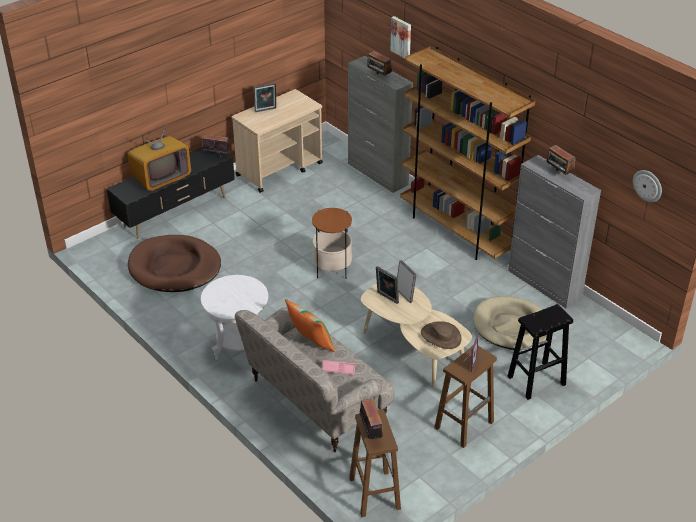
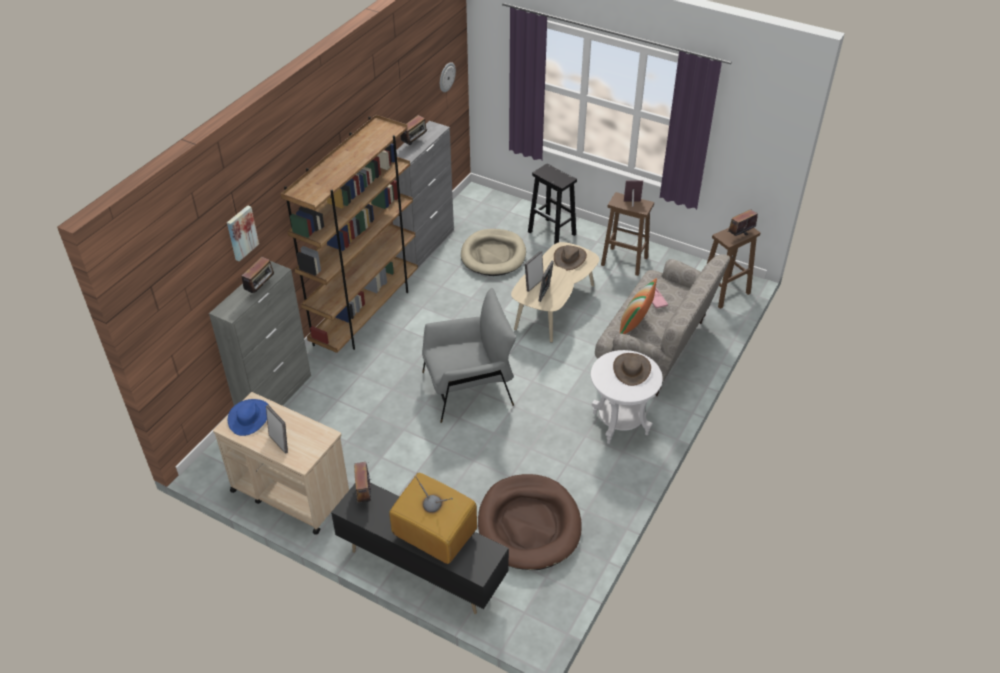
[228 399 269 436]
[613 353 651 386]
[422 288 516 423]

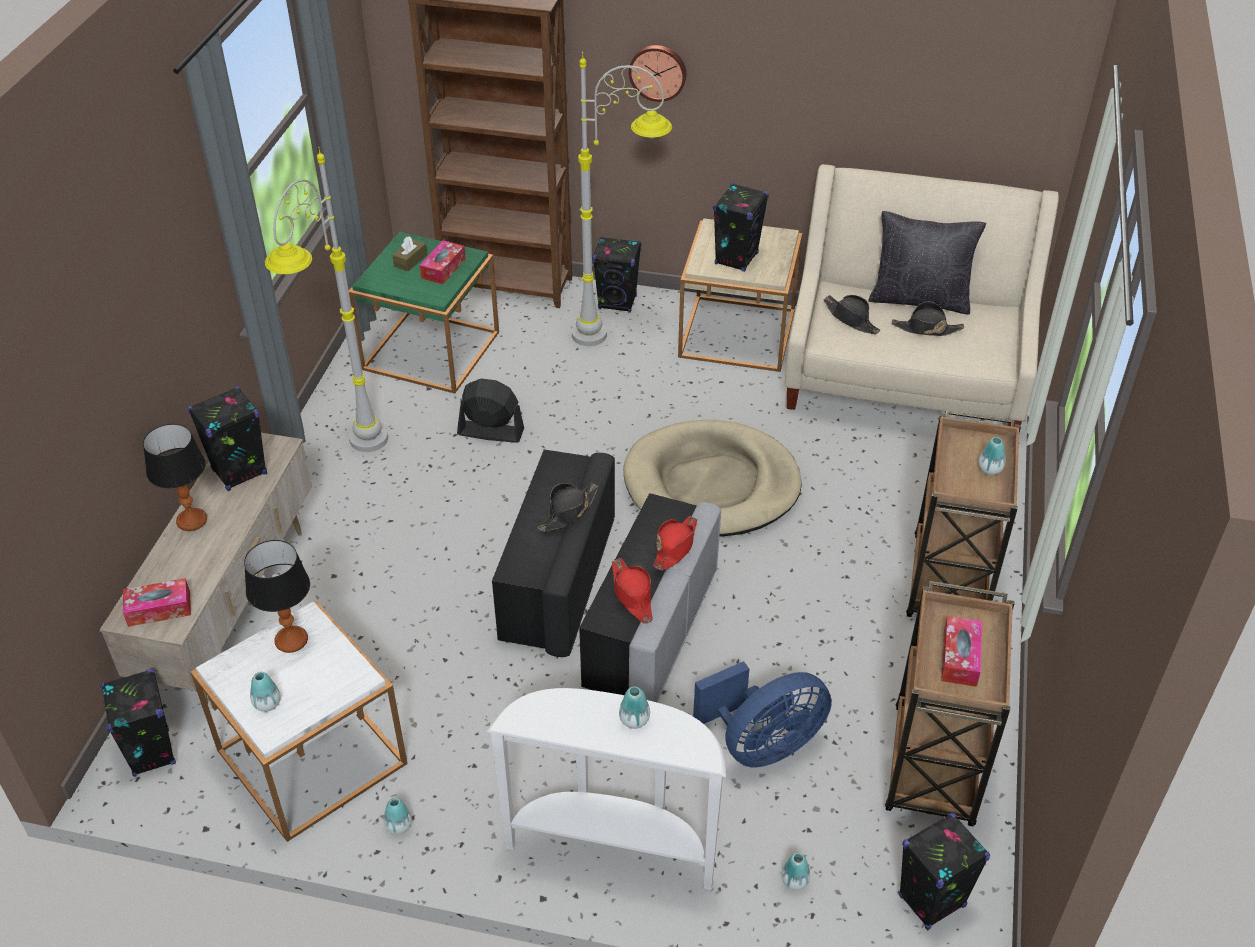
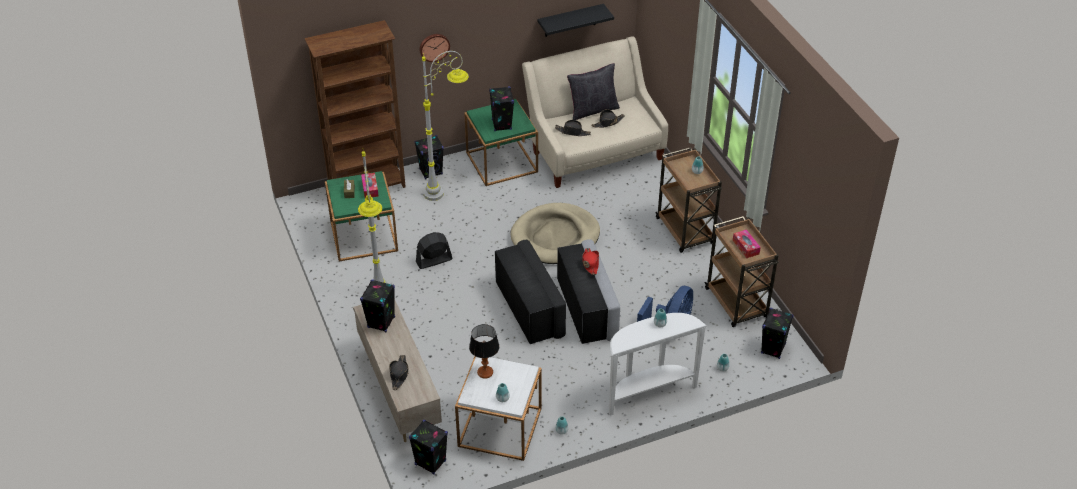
[123 578 191 627] (first image)
[143 424 207 531] (first image)
[612 558 653 624] (first image)
[537 4 614 37]
[389 355 408 390]
[464 99 538 186]

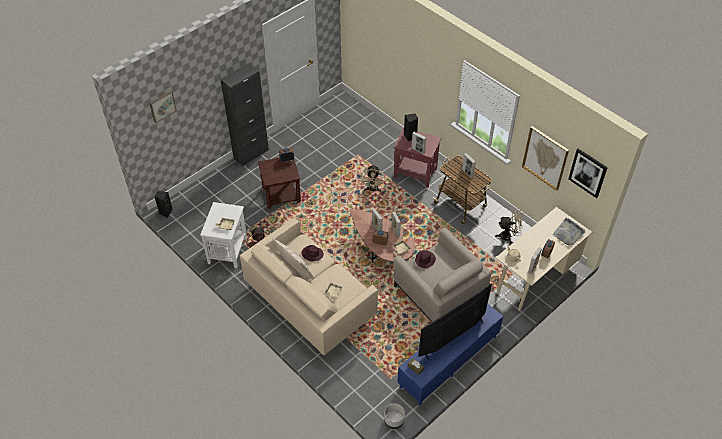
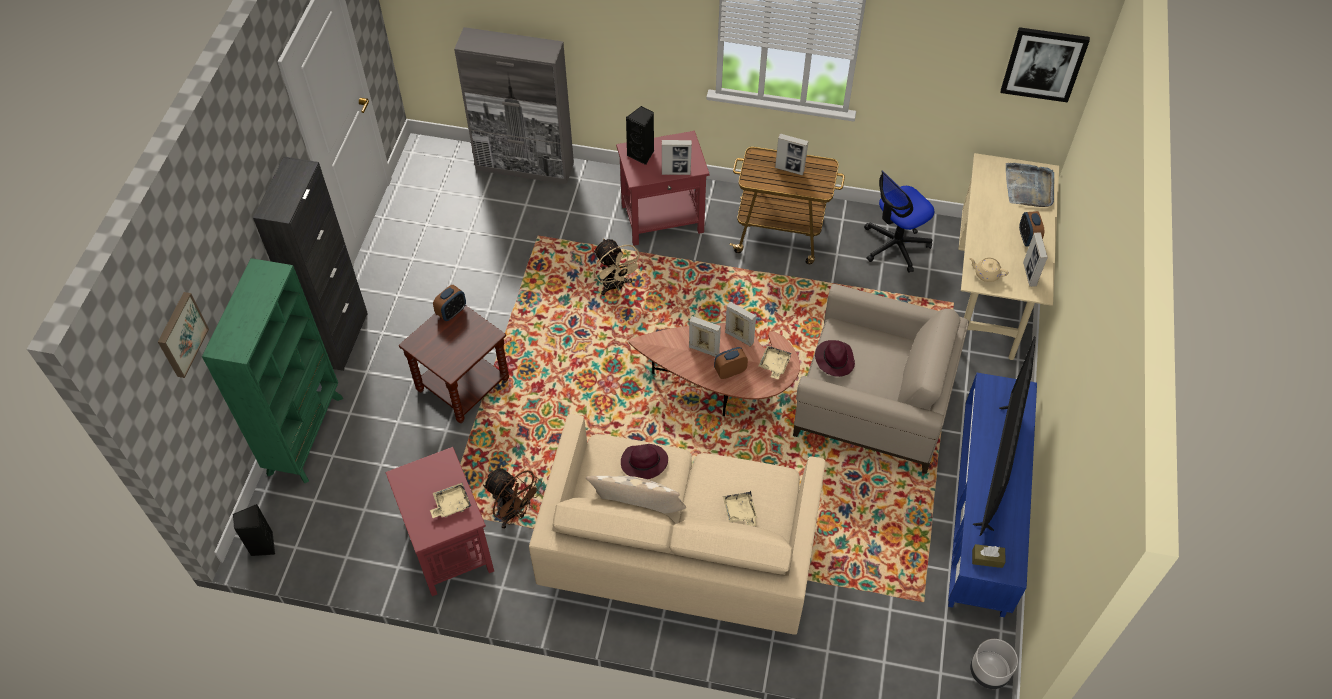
[522 126 569 191] (first image)
[202 258 343 483]
[454 27 574 184]
[864 171 934 273]
[385 447 494 596]

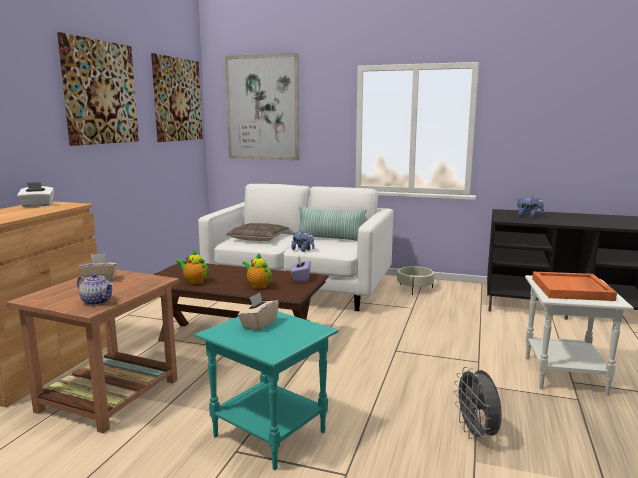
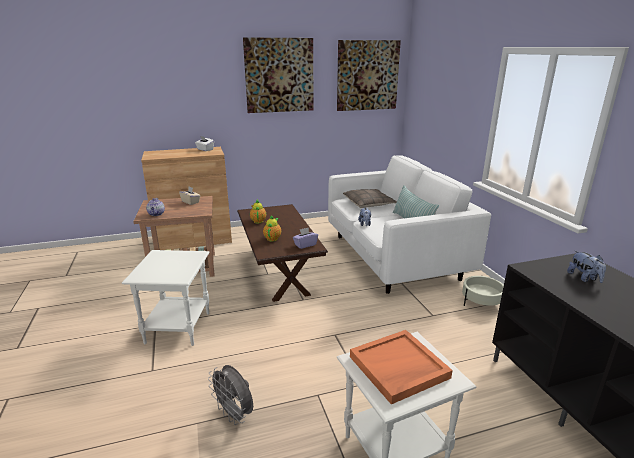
[225 53 299 160] (first image)
[238 293 279 331] (first image)
[122 250 210 346]
[208 365 253 425]

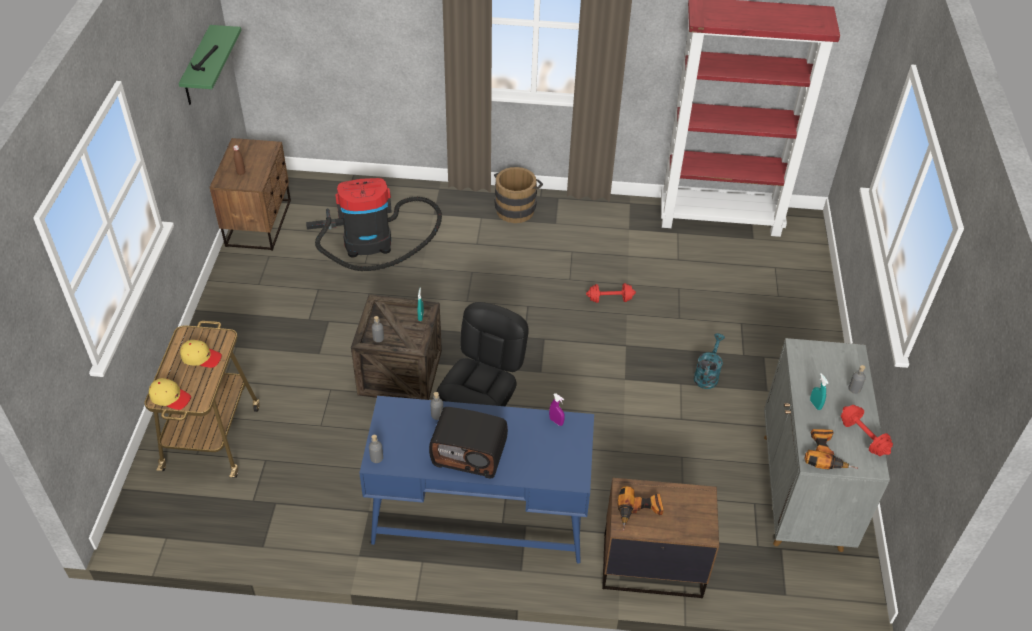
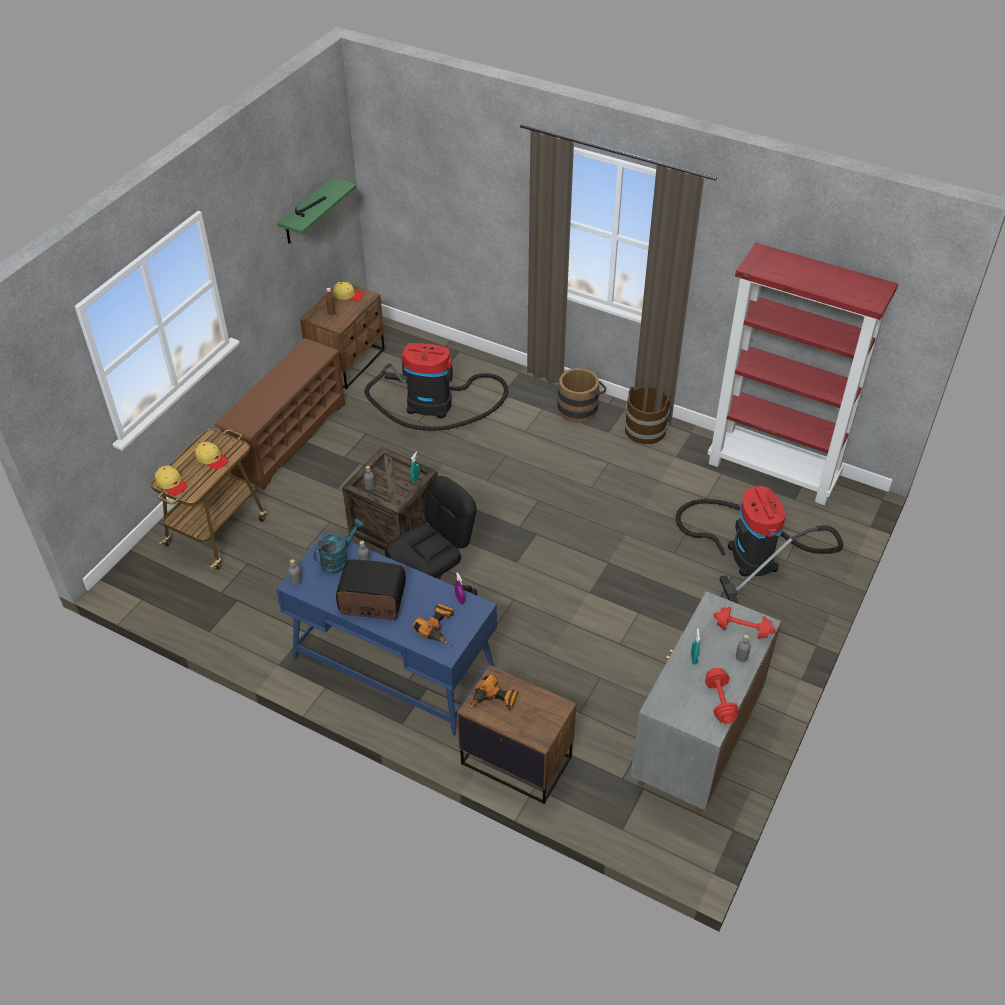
[214 338 345 490]
[333 282 363 301]
[625 386 670 444]
[676 486 843 604]
[714 607 776 639]
[314 519 364 573]
[413 603 454 646]
[336 559 406 620]

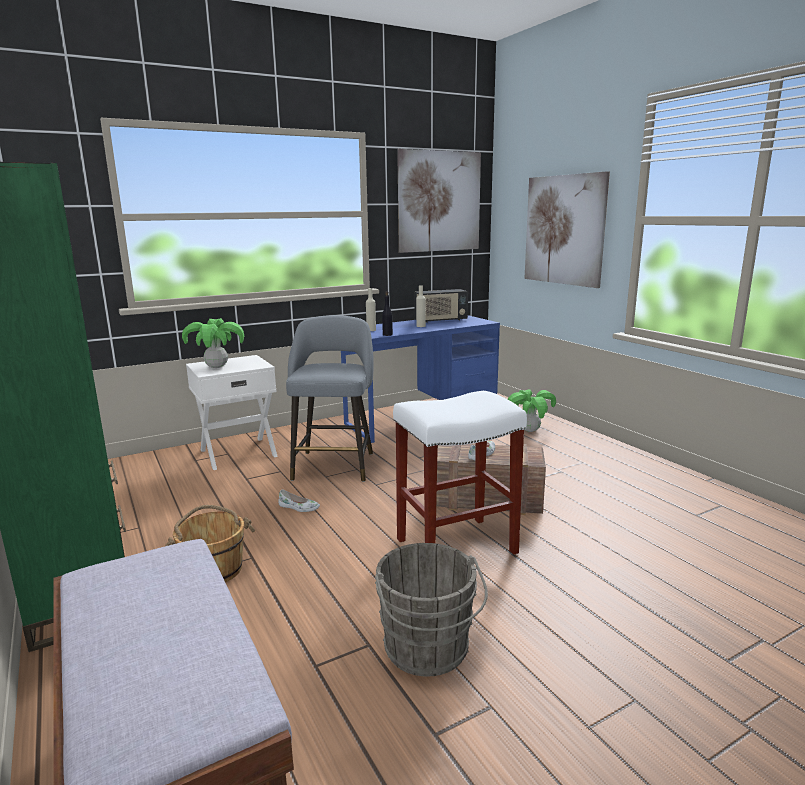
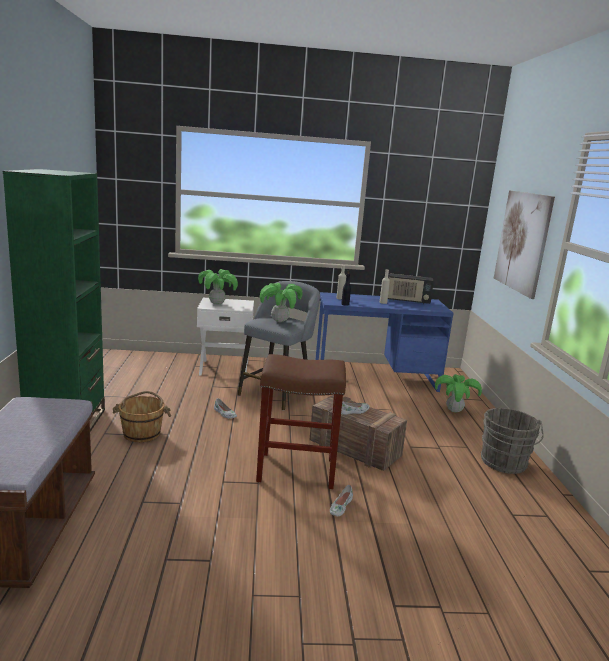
[397 149 481 253] (first image)
[260 283 303 322]
[330 485 353 516]
[481 408 544 474]
[256 354 346 489]

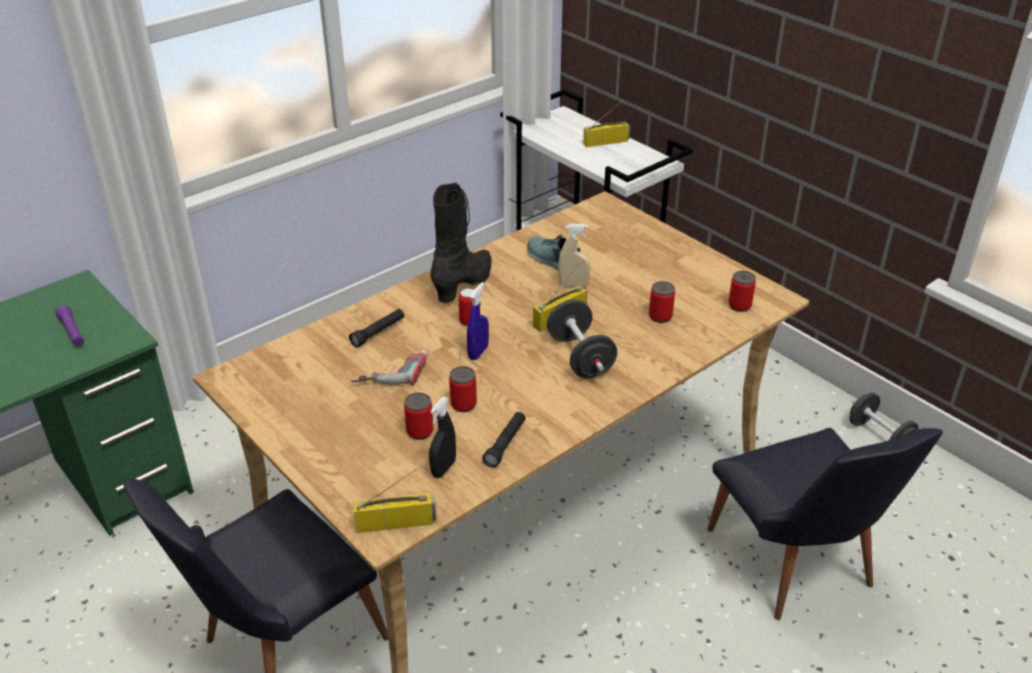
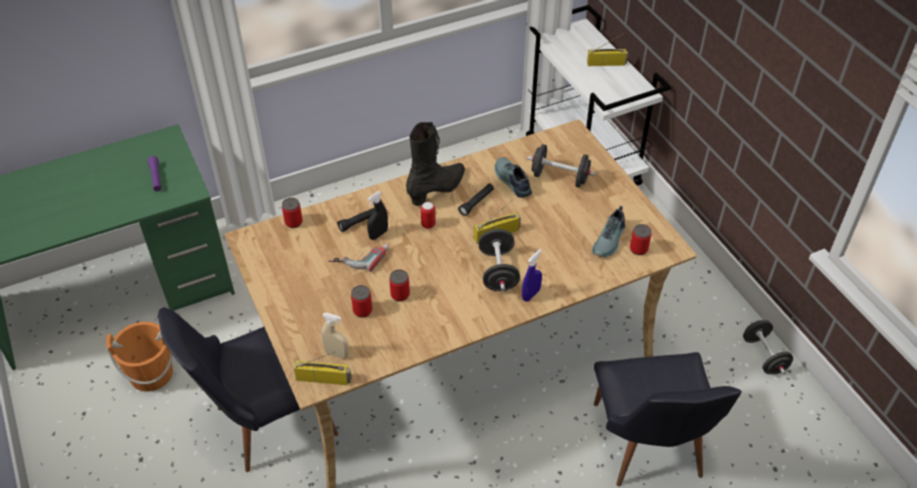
[106 322 173 392]
[527 144 596 188]
[592 206 625 257]
[367 191 388 240]
[522 249 542 302]
[458 184 494 216]
[321 313 349 359]
[282 198 303 228]

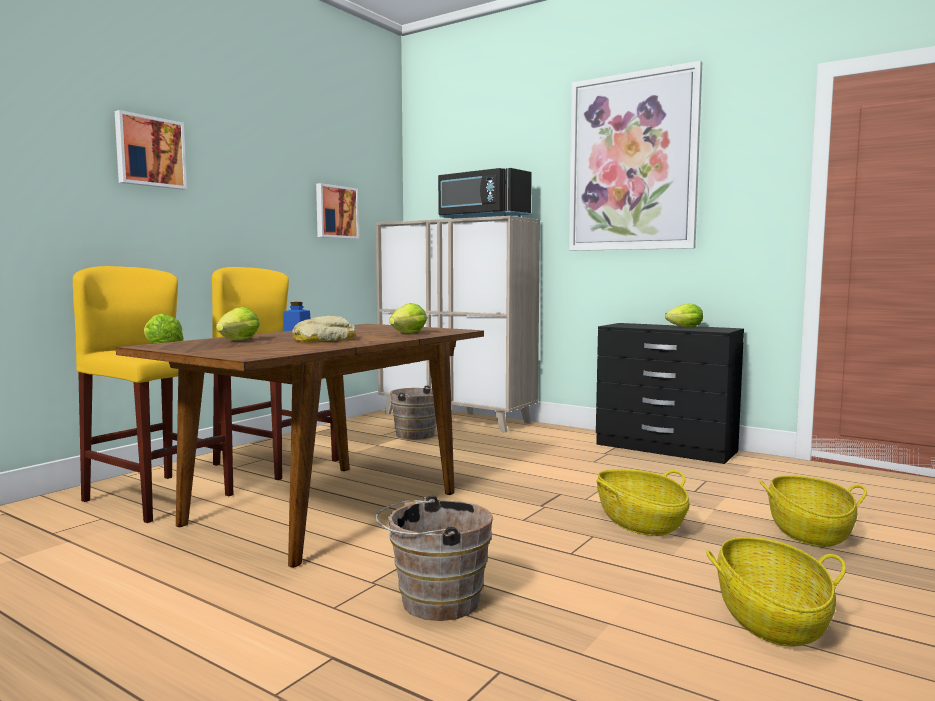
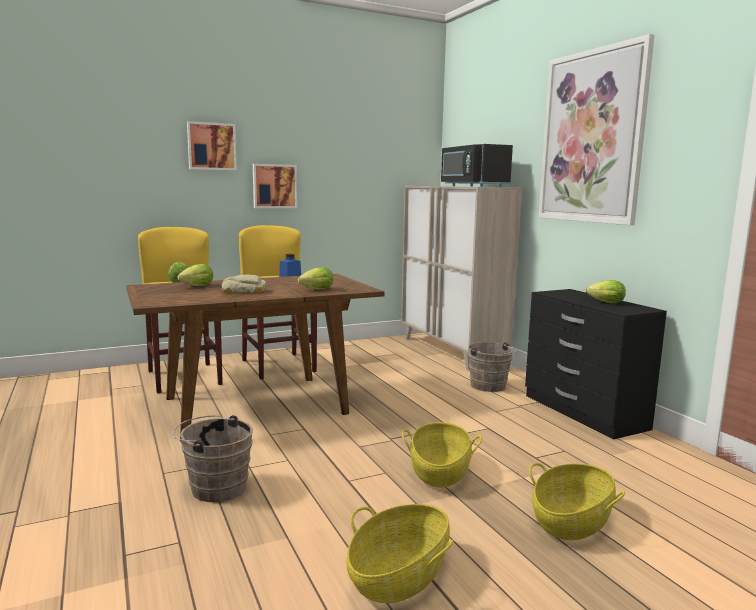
[253 164 297 208]
[468 342 517 392]

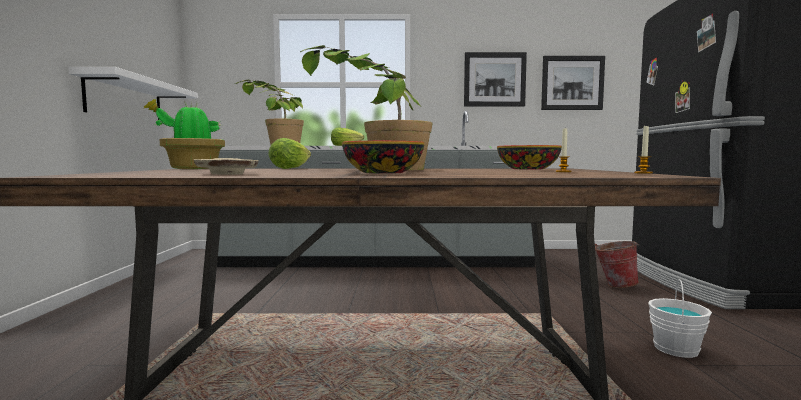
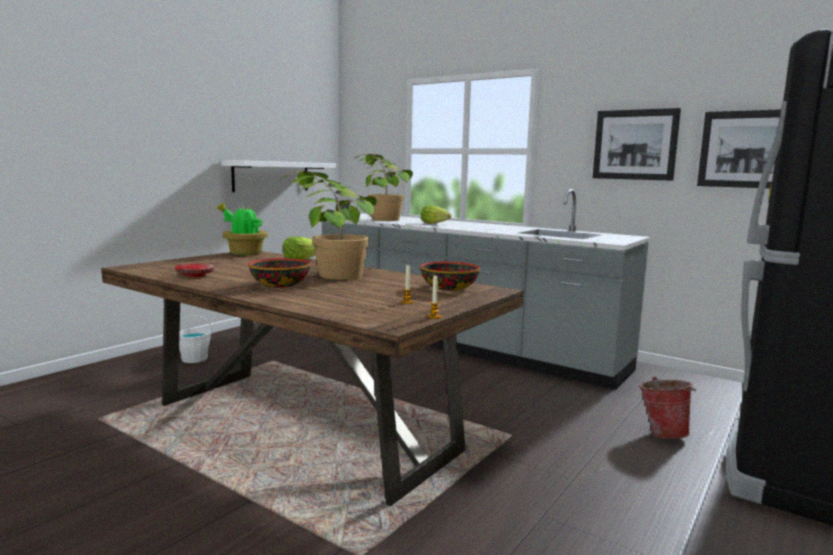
[179 316 212 363]
[175 264 215 277]

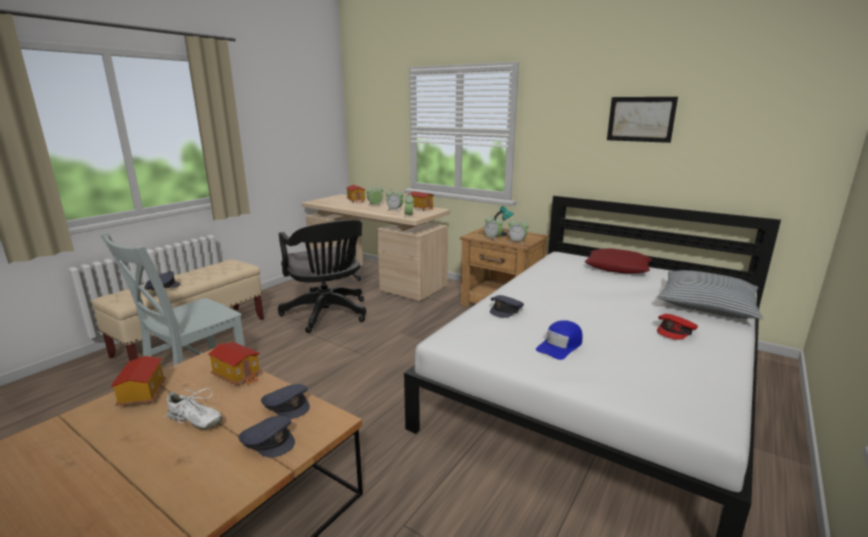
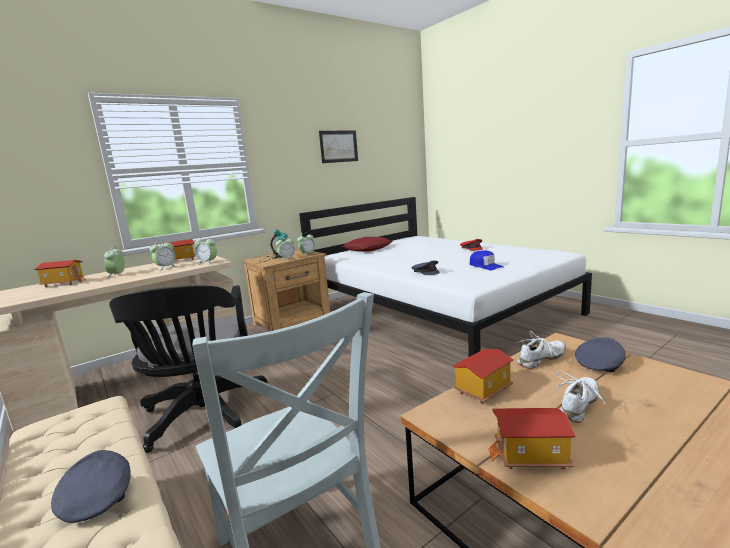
[658 270 763 319] (first image)
[516 331 566 369]
[109 285 268 453]

